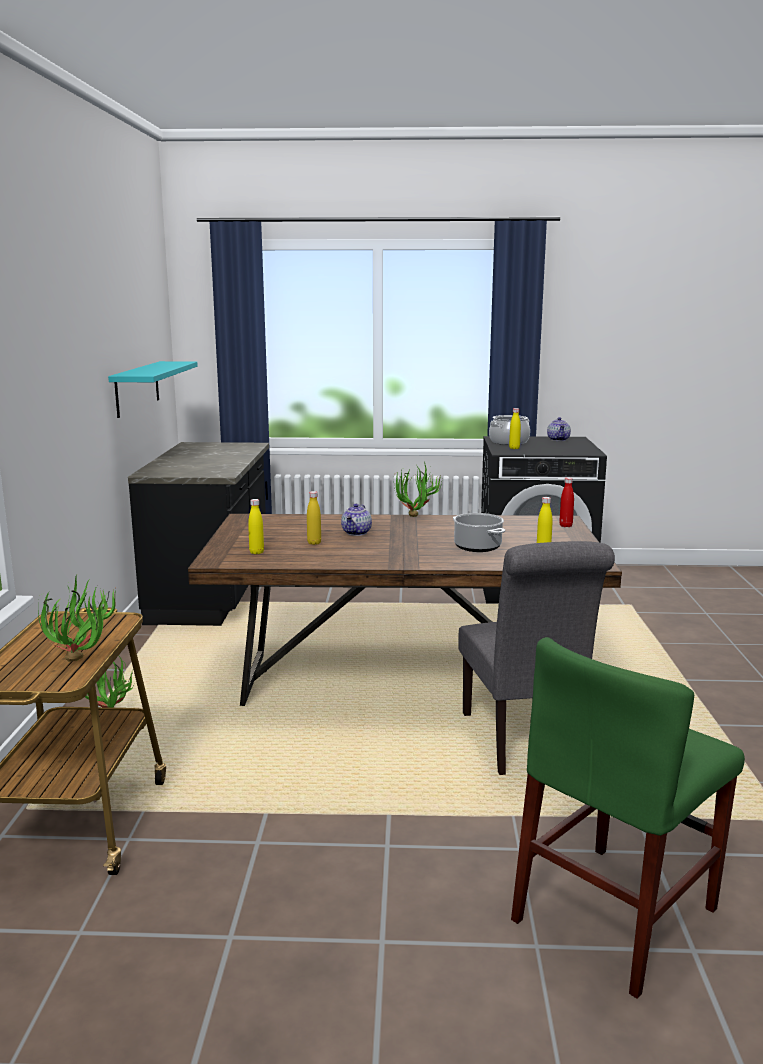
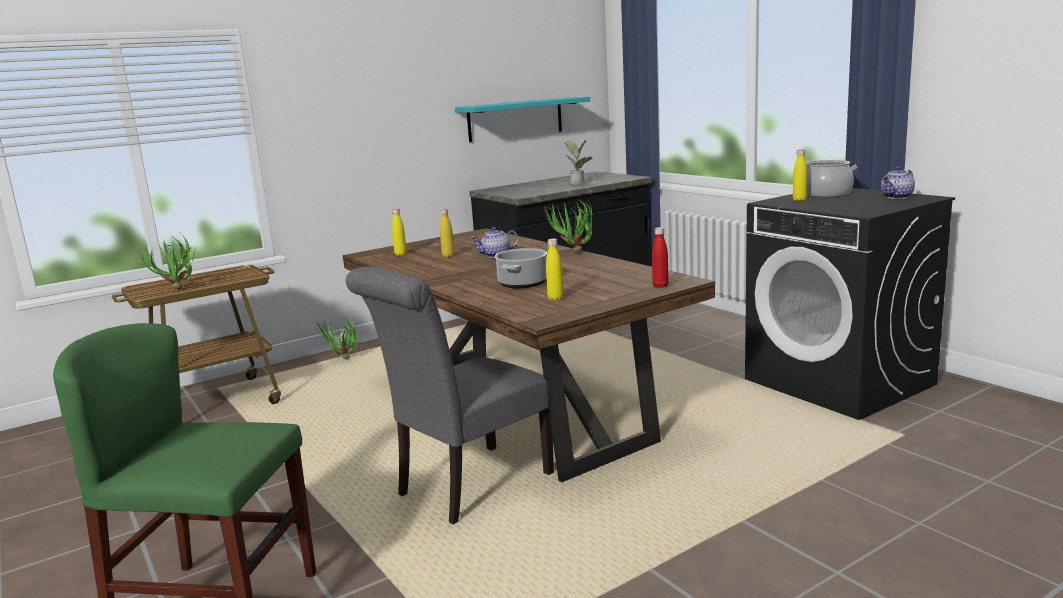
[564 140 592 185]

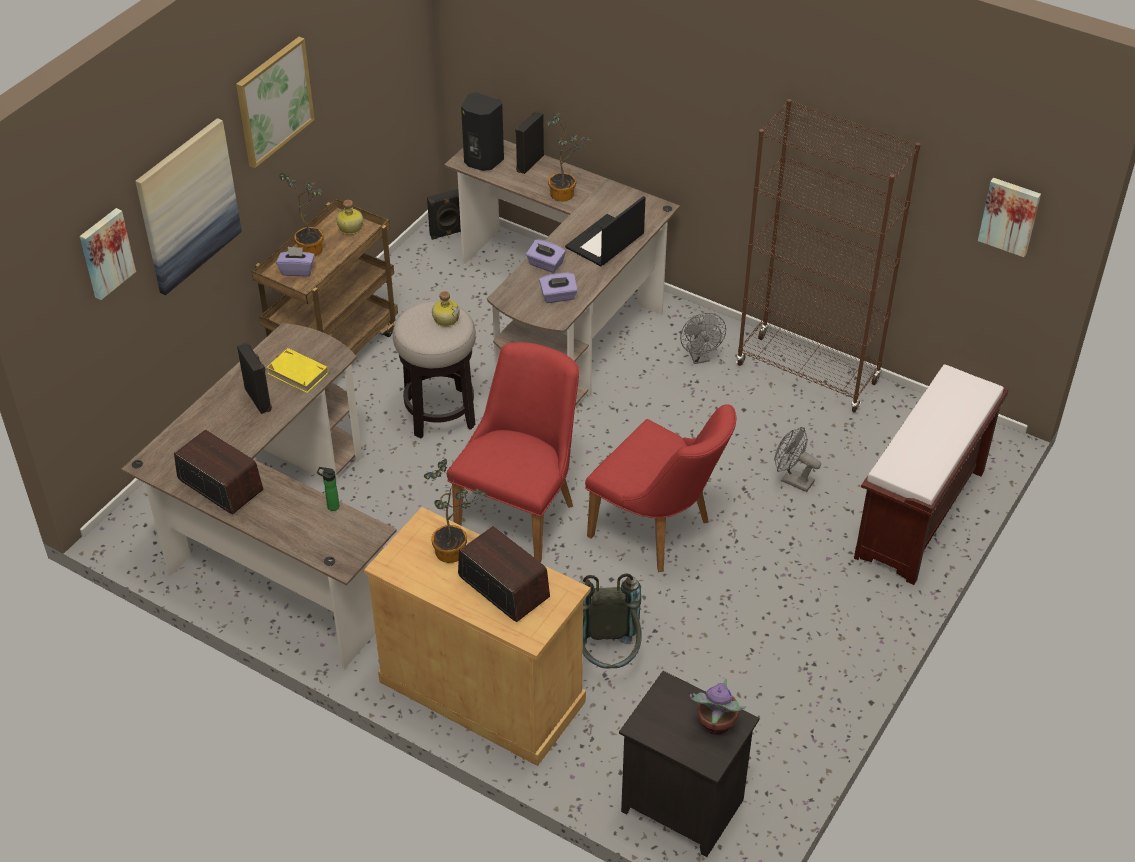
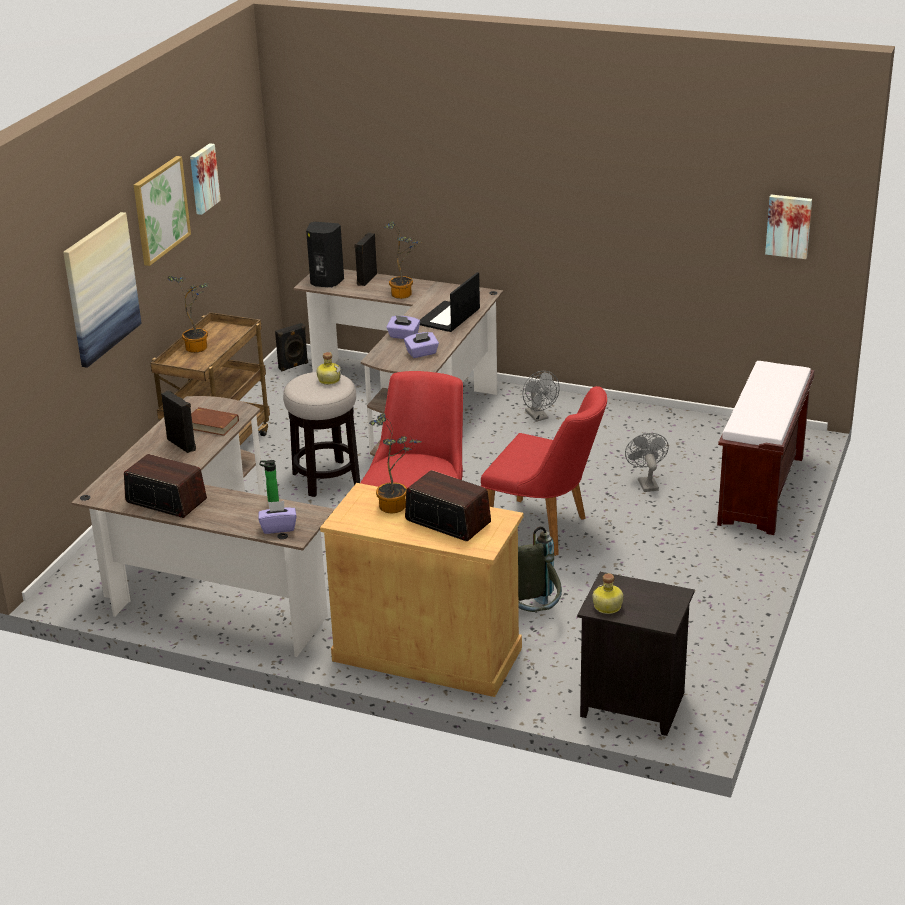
[690 679 746 735] (first image)
[736 99 921 413] (first image)
[190 143 221 215]
[259 501 297 534]
[593 573 623 614]
[191 407 239 436]
[625 433 669 492]

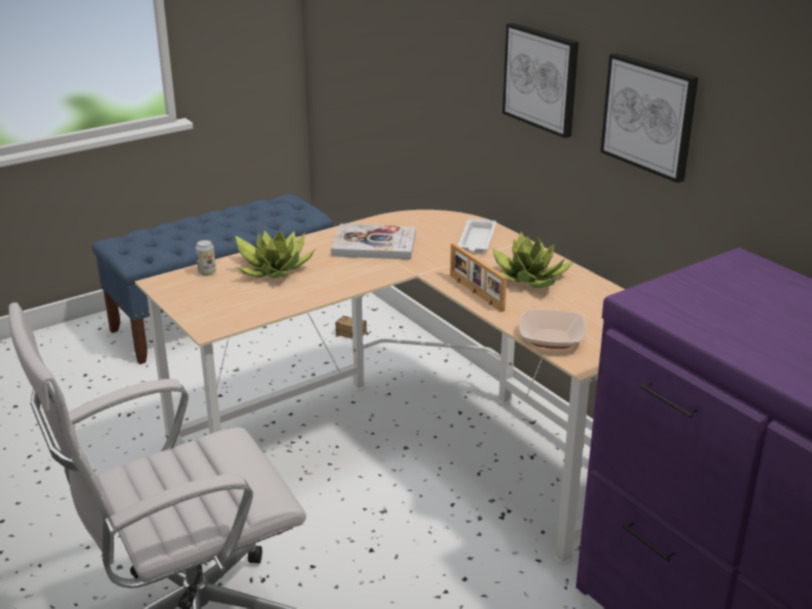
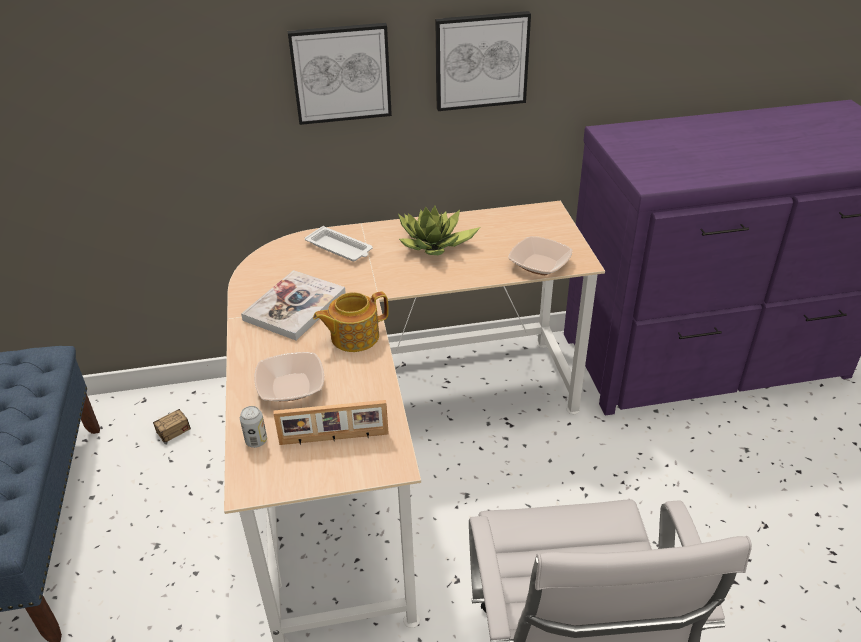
[313 291 389 352]
[273 400 389 445]
[254 352 324 401]

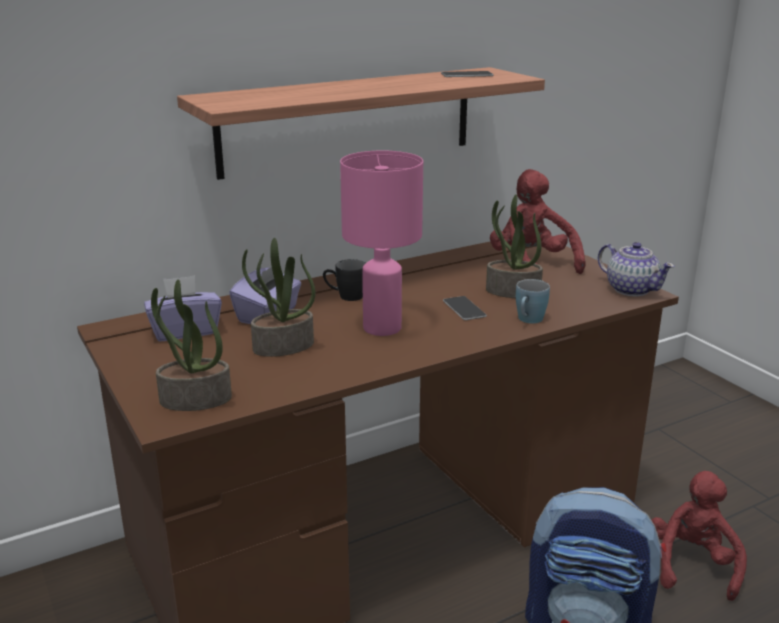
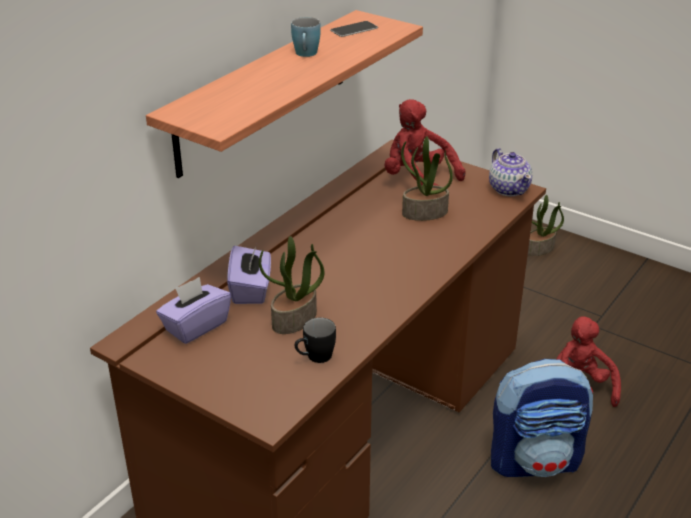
[340 150 423 336] (first image)
[443 296 487 320] (first image)
[528 195 564 256]
[295 318 336 363]
[291 17 321 57]
[489 148 532 196]

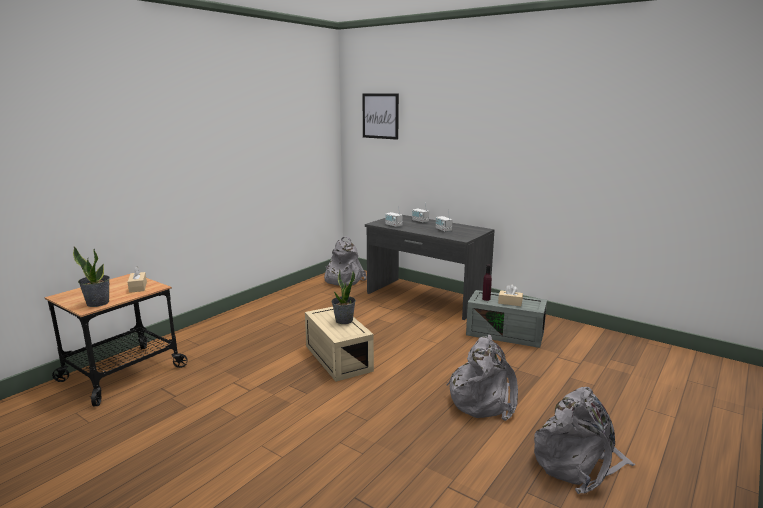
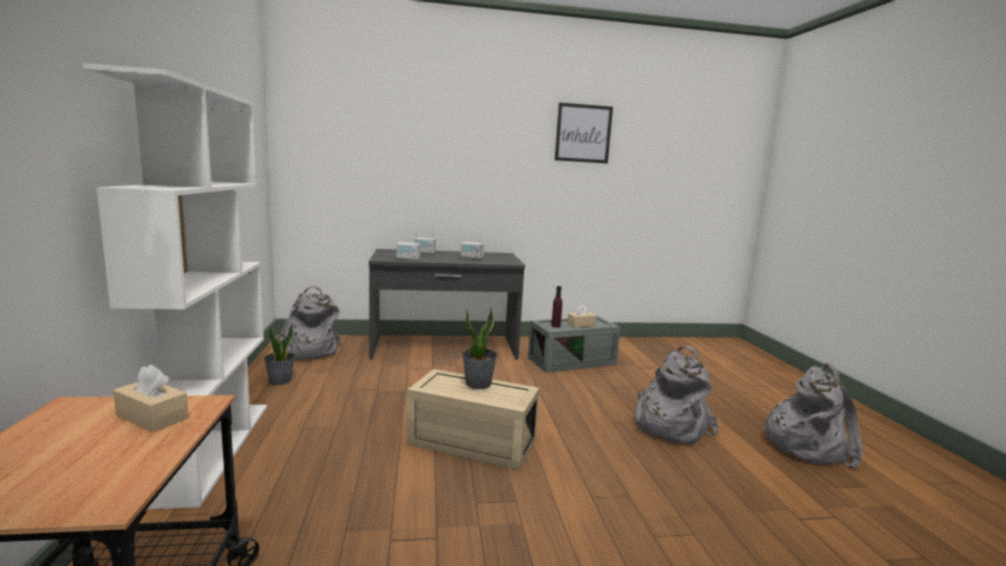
[83 63 267 509]
[264 324 295 385]
[555 103 613 164]

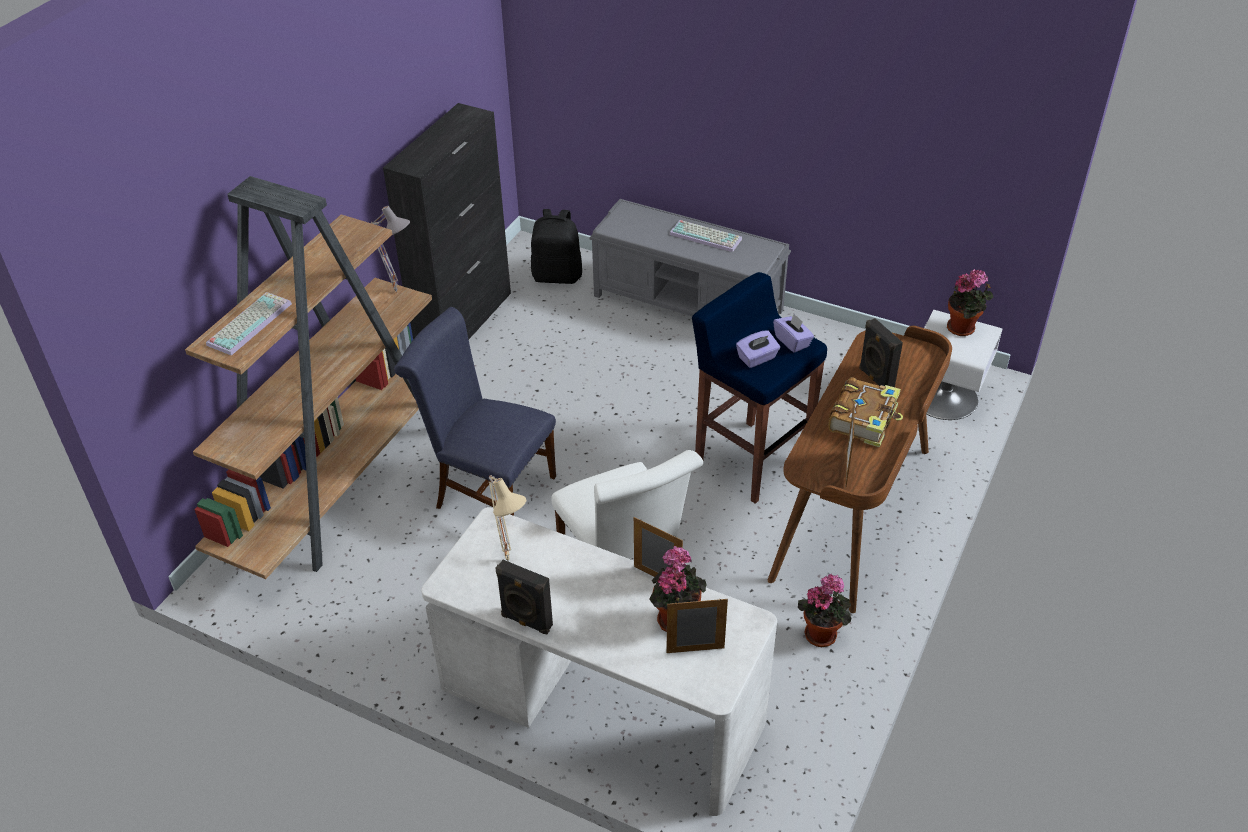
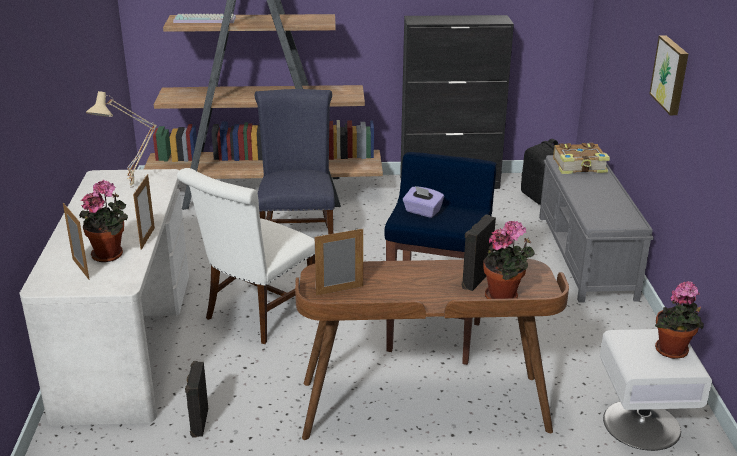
[371 206 410 293] (first image)
[669 220 742 252] (first image)
[773 314 814 353] (first image)
[649 35 688 115]
[185 361 208 438]
[483 221 535 299]
[553 143 610 174]

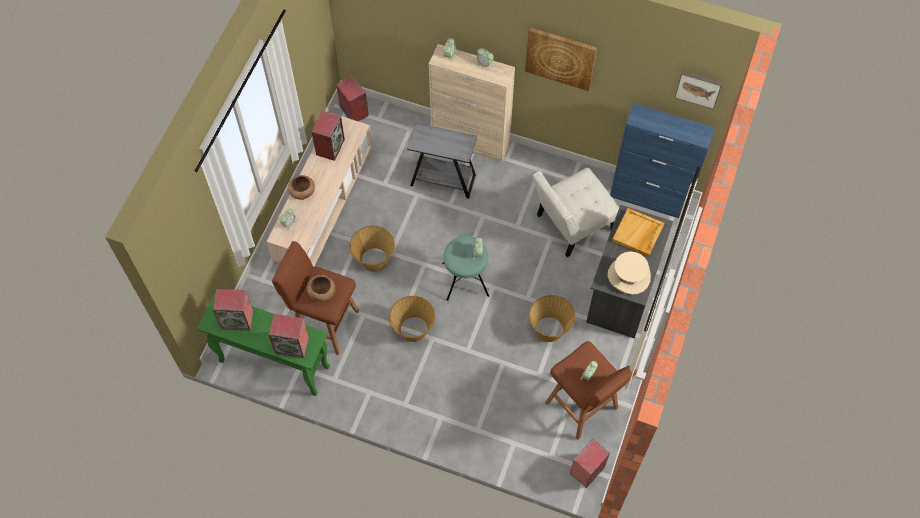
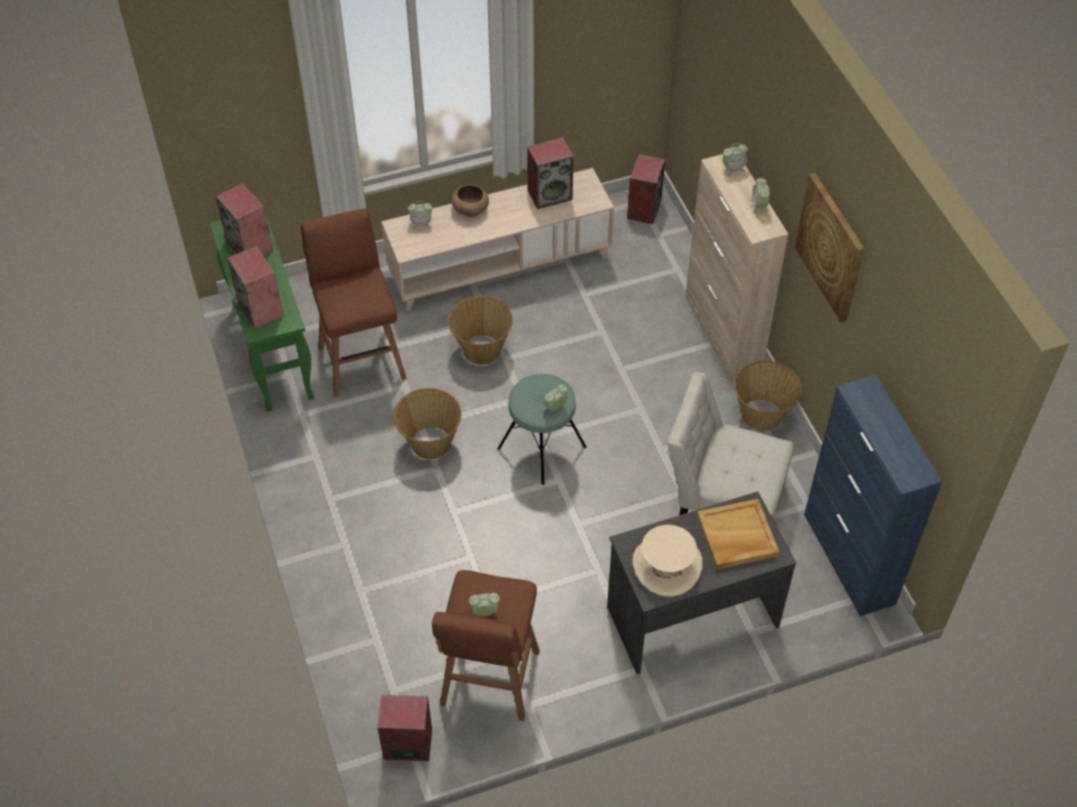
[307 275 336 302] (first image)
[407 123 477 199] (first image)
[675 70 723 110] (first image)
[734 361 802 431]

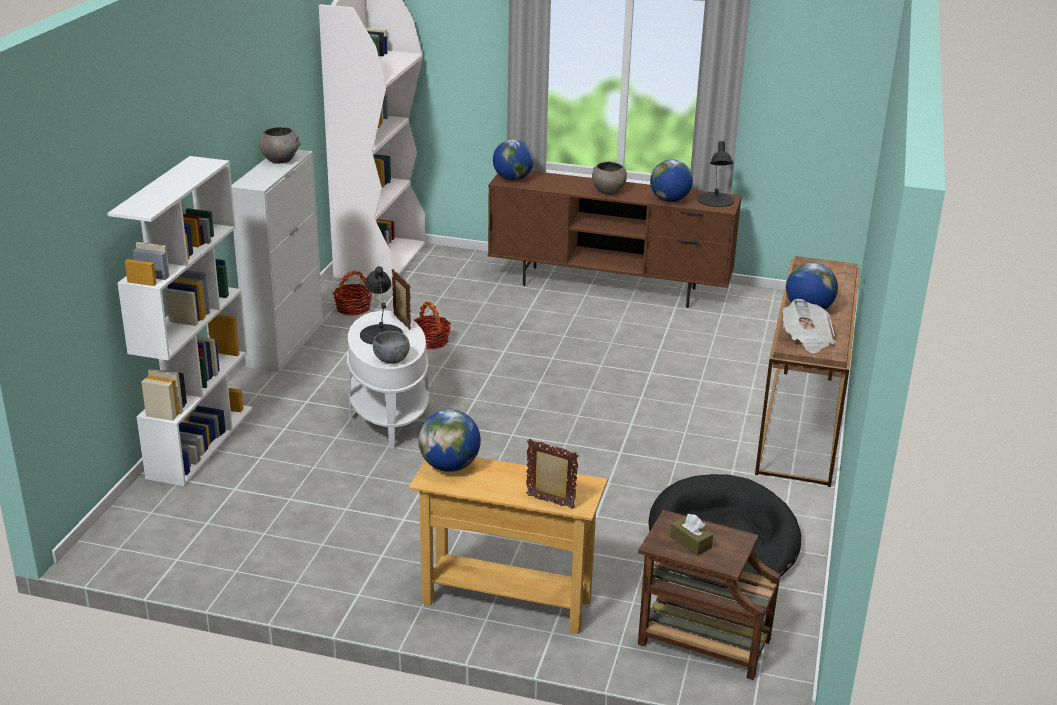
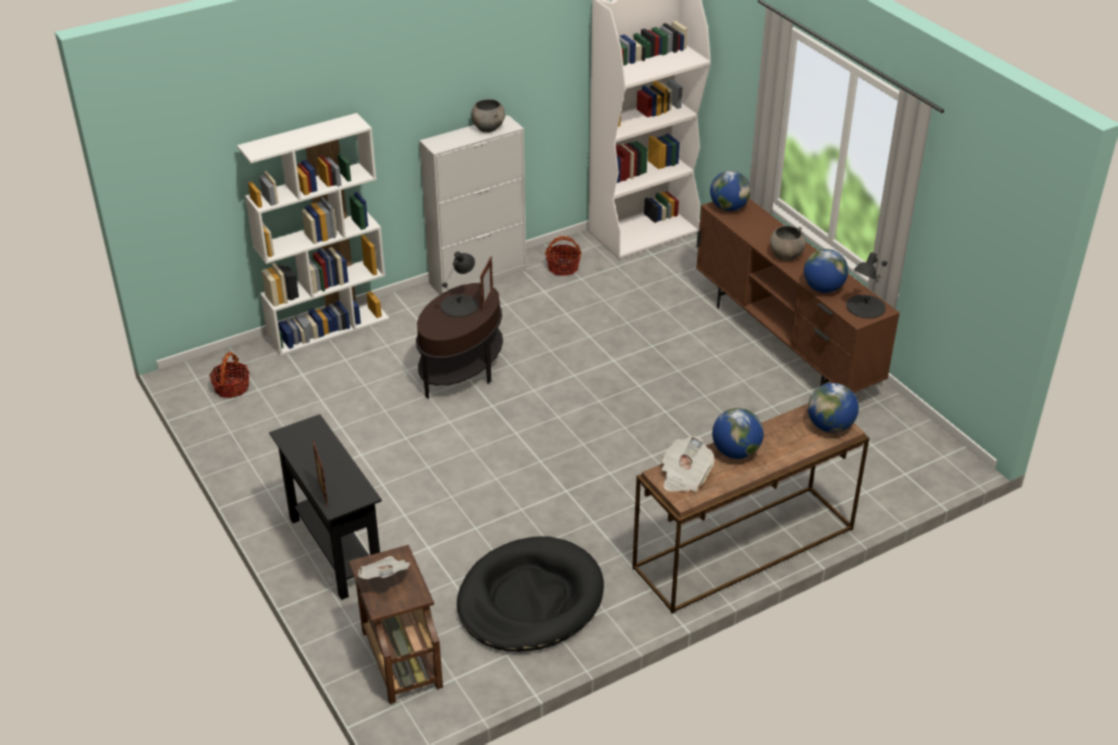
[373 331 410 364] (first image)
[209 352 250 398]
[808 383 859 433]
[358 556 411 579]
[416 283 503 399]
[269 414 382 600]

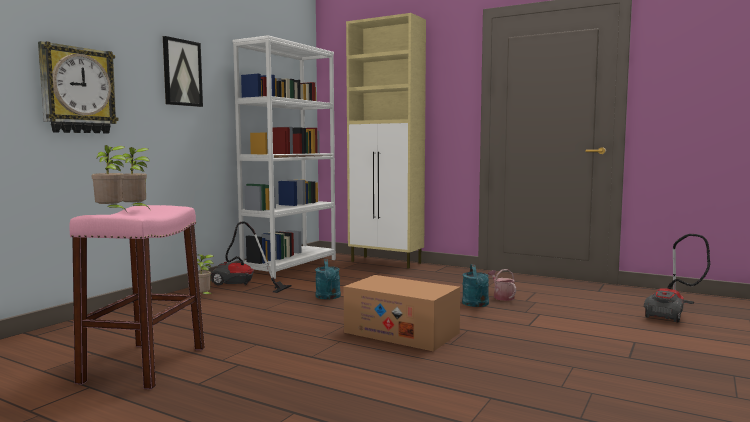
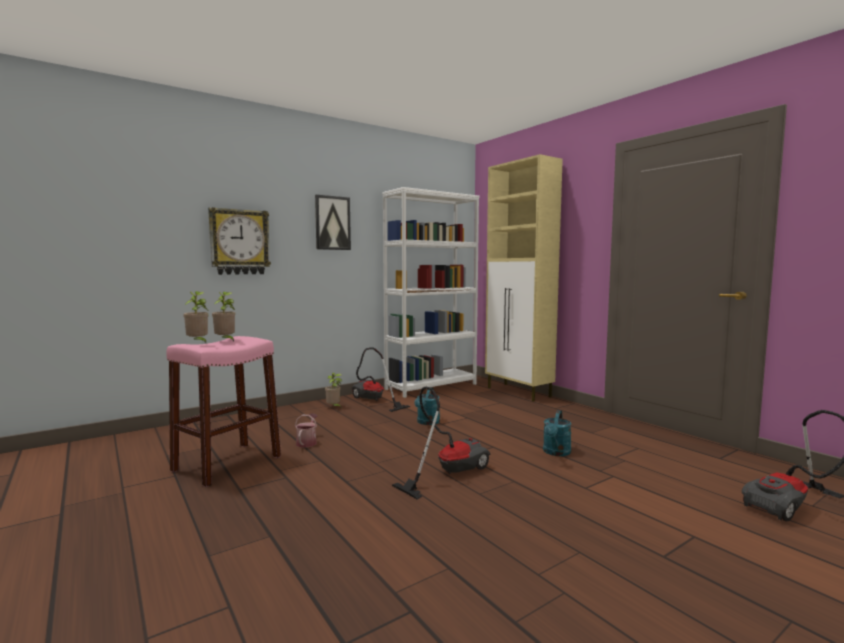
[295 413 318 448]
[392 387 490 500]

